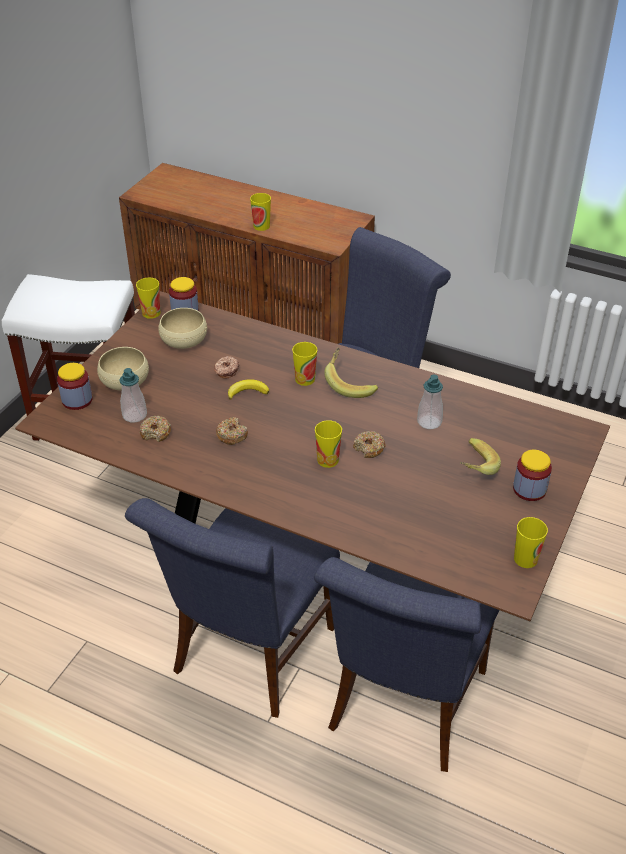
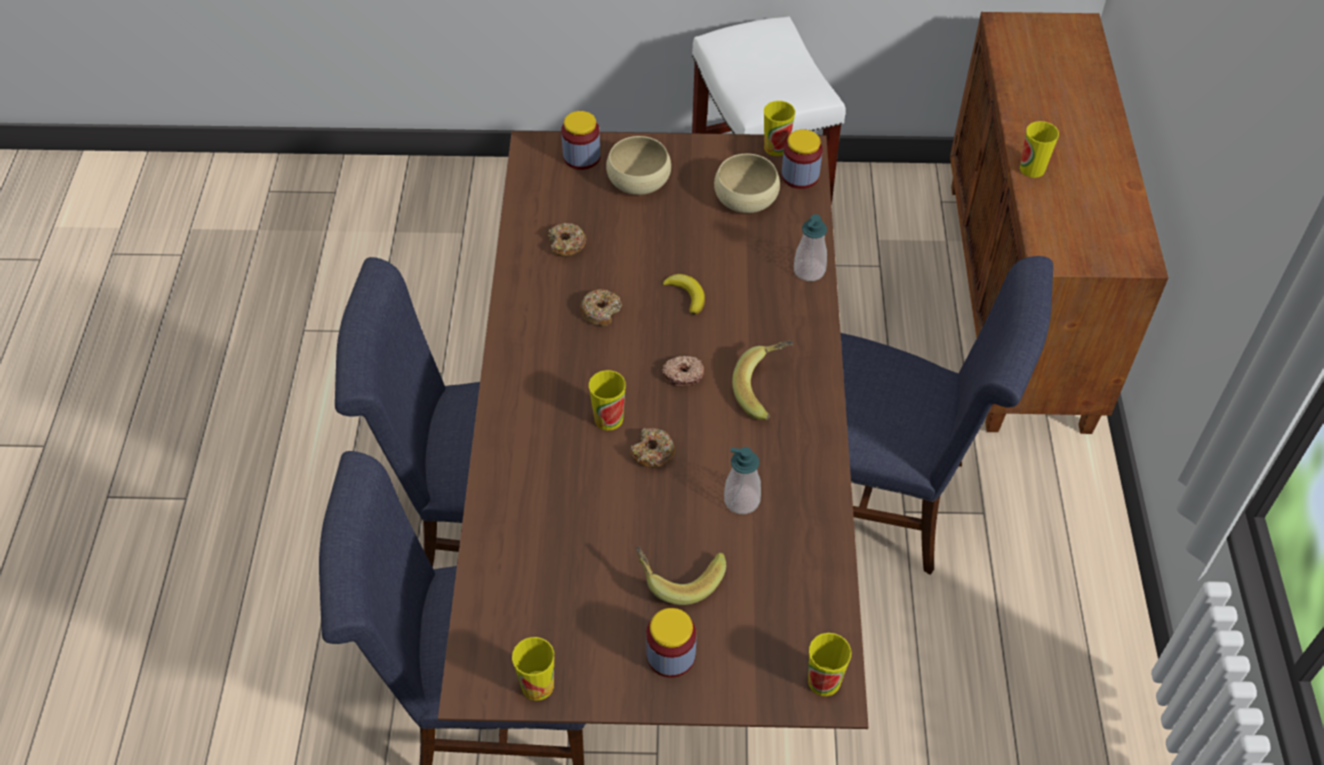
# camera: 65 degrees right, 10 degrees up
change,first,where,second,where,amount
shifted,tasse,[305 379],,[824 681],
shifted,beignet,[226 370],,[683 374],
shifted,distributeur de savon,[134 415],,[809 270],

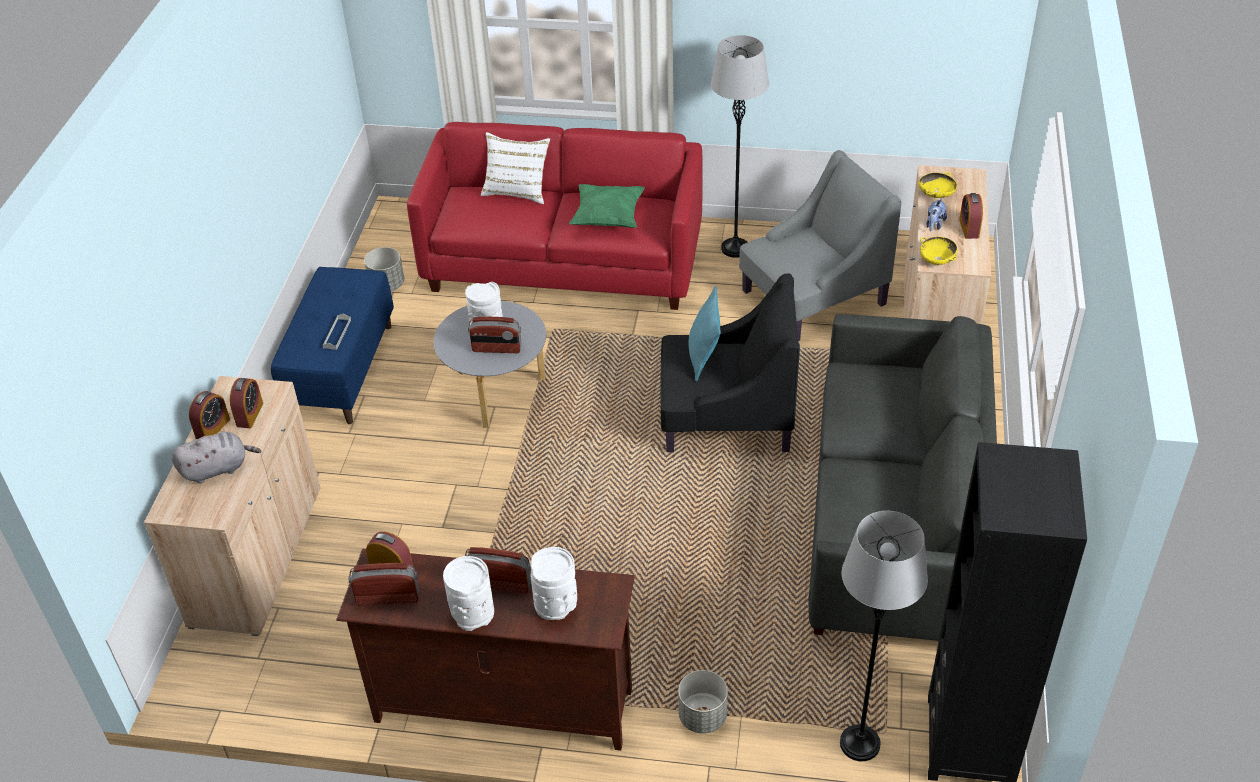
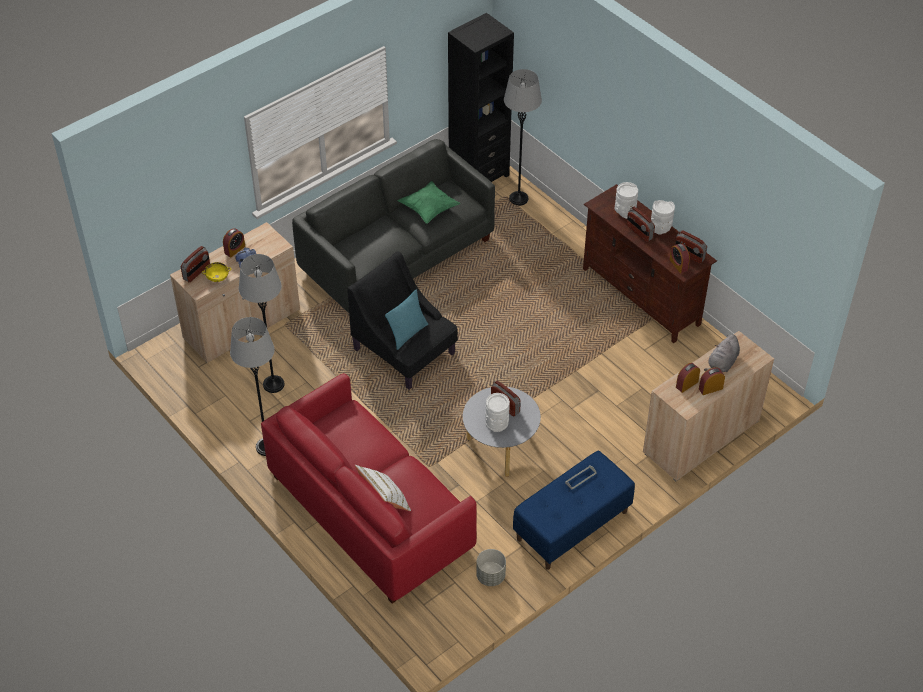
# camera: 140 degrees left, 5 degrees up
change,first,where,second,where,amount
swapped,fauteuil [gris],[812 297],lampadaire [gris],[273 384],
shifted,coussin [vert],[607 218],,[429 209],
gone,bol [jaune],[937 260],,,
rotated,peluche [gris],[218 468],,[722 364],75 degrees counterclockwise
gone,cache-pot [gris],[702 717],,,
new,,,radio,[197 272],

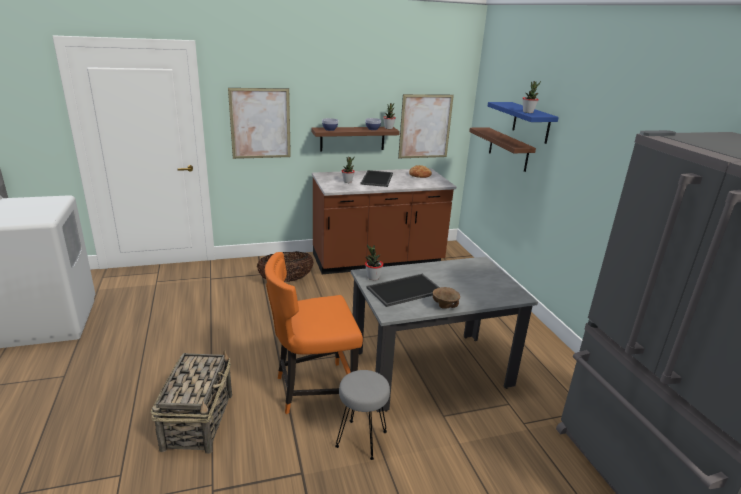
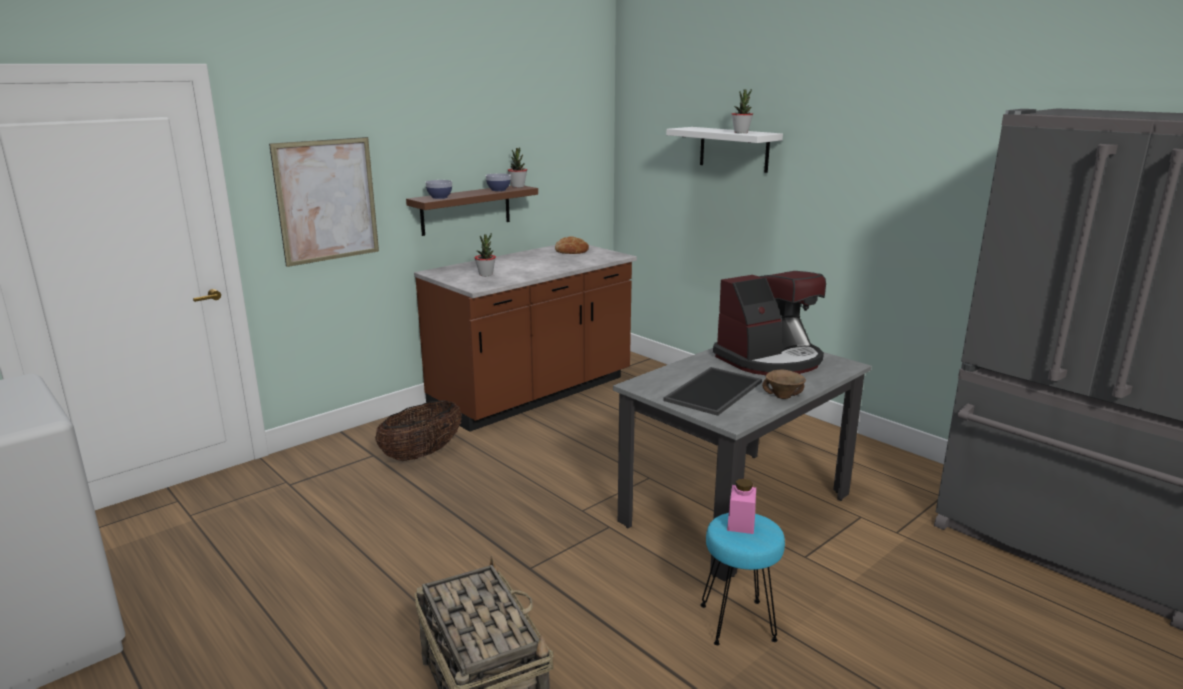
# camera: 25 degrees left, 5 degrees down
change,first,where,second,where,amount
gone,tableau,[425 126],,,
repainted,étagère [bleu],[531 122],étagère [blanc],[734 149],
gone,étagère [marron],[508 149],,,
gone,plateau,[377 179],,,
gone,plante en pot,[373 277],,,
gone,chaise [orange],[312 389],,,
repainted,tabouret [gris],[362 439],tabouret [turquoise],[739 622],
new,,,machine à café,[770 359],
new,,,bocal [rose],[741 523],

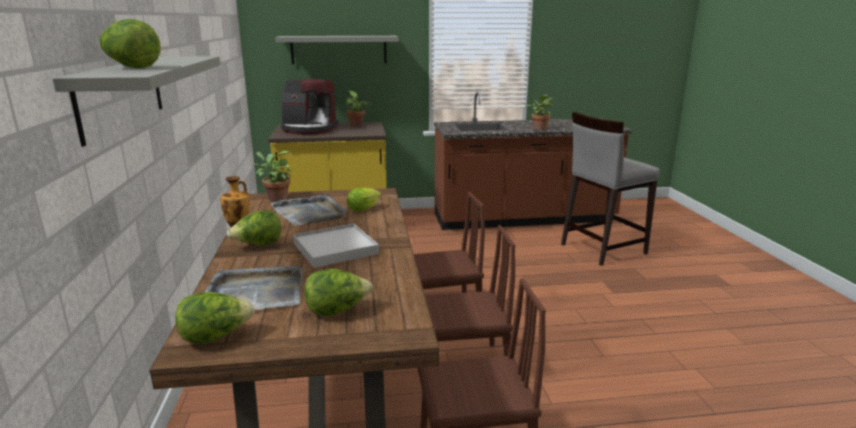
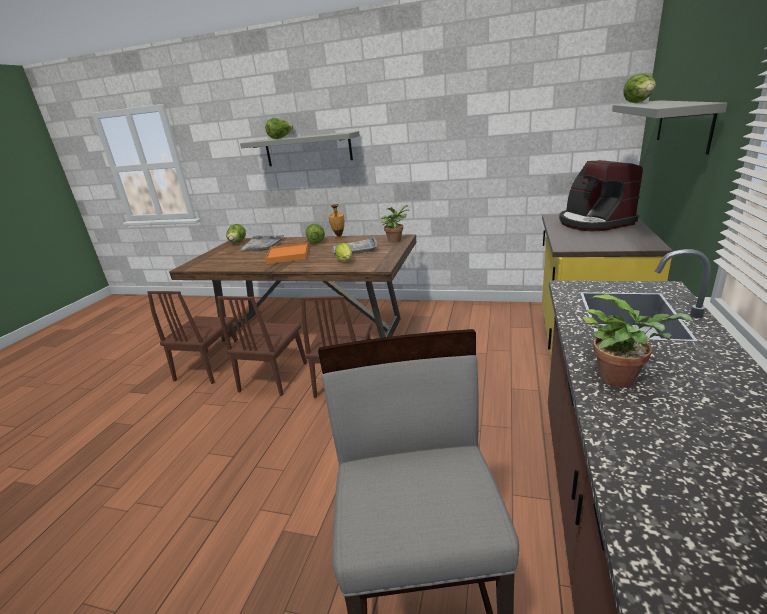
# camera: 115 degrees right, 5 degrees up
change,first,where,second,where,amount
rotated,machine à café,[309 129],,[593 222],45 degrees counterclockwise
gone,plante en pot,[357 125],,,
repainted,plateau [blanc],[335 248],plateau [orange],[288 255],
shifted,laitue,[337 311],,[638 102],

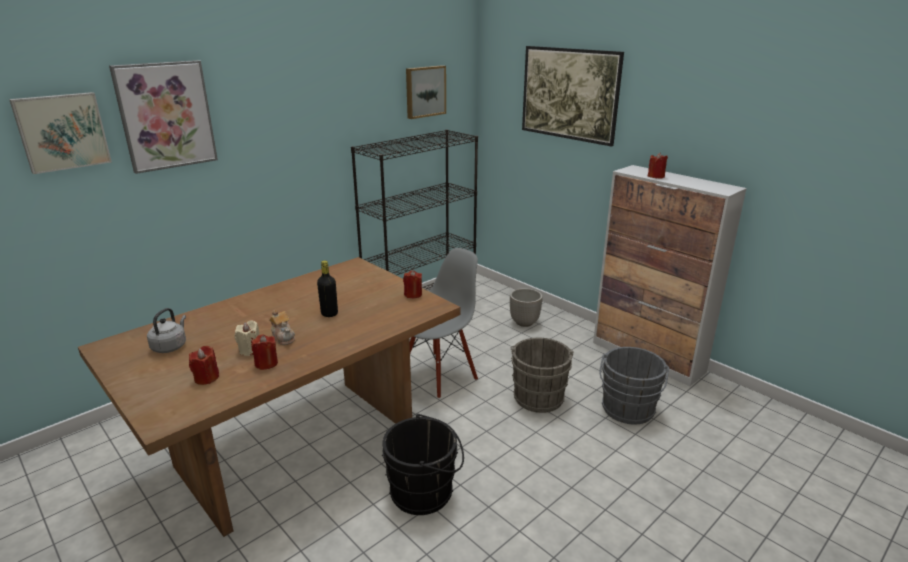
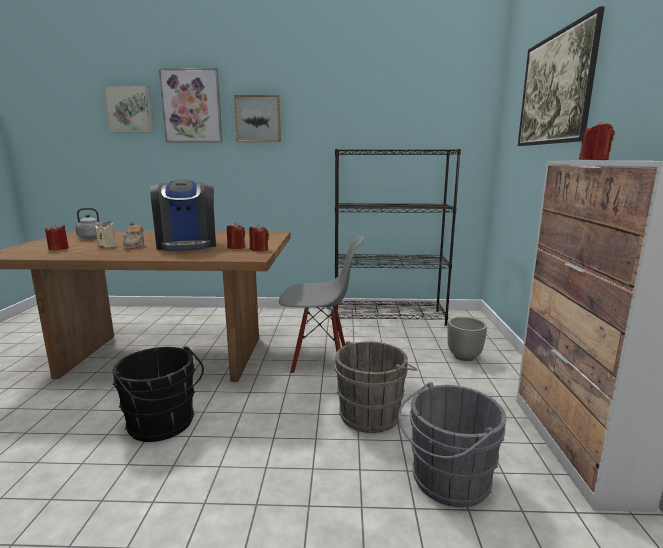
# camera: 45 degrees right, 10 degrees down
change,first,where,second,where,amount
shifted,tableau,[424 91],,[258 119],
swapped,bouteille [noir],[329 314],machine à café,[187 245],
shifted,bougie [rouge],[266 363],,[236 247],

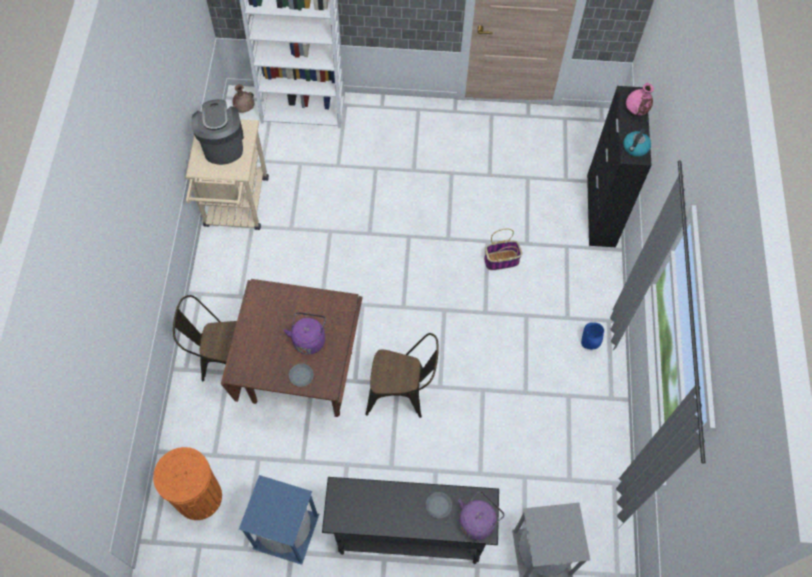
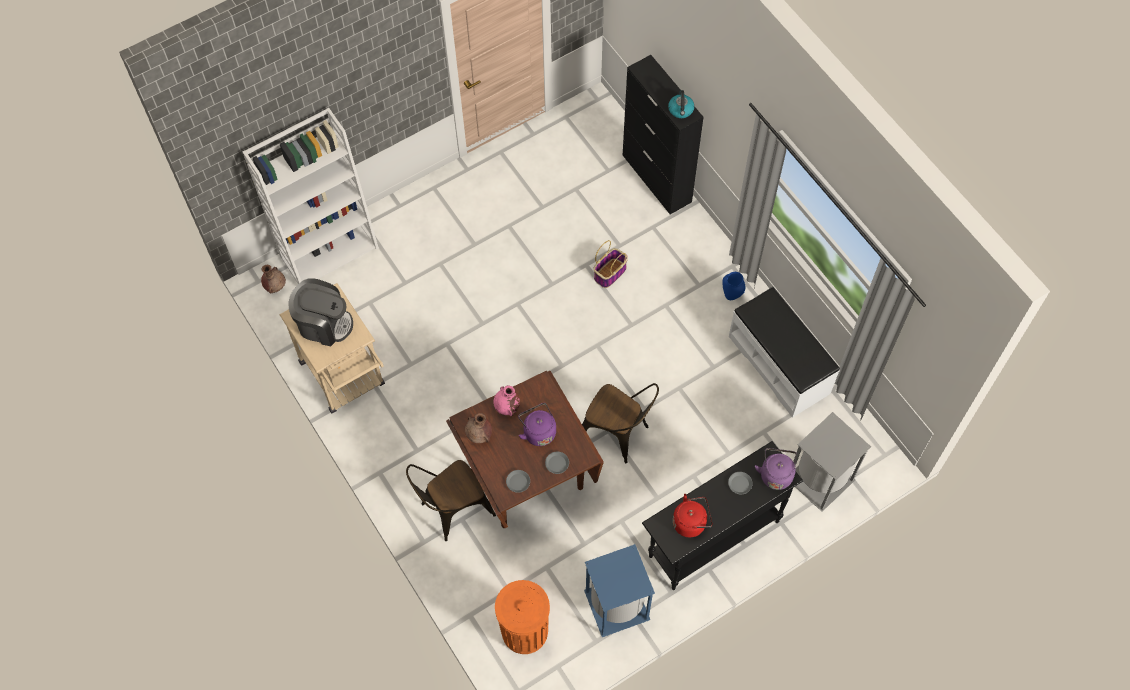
# camera: 35 degrees left, 0 degrees up
change,first,where,second,where,amount
shifted,vase [rose],[636 110],,[507 407],
rotated,machine à café,[222 144],,[324 323],150 degrees clockwise
rotated,chaise [marron],[402 393],,[618 435],60 degrees clockwise
new,,,banc [blanc],[779 364],
new,,,vase [marron],[479 435],
new,,,assiette [gris],[518 482],
new,,,bouilloire [rouge],[691 522],

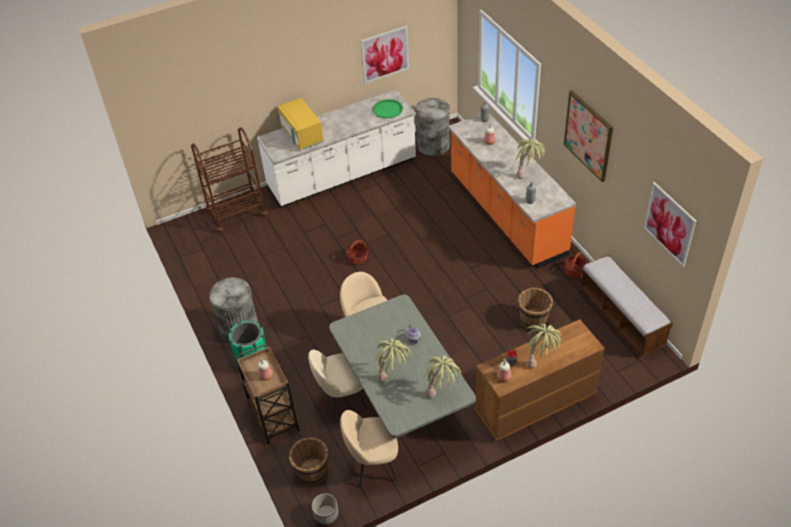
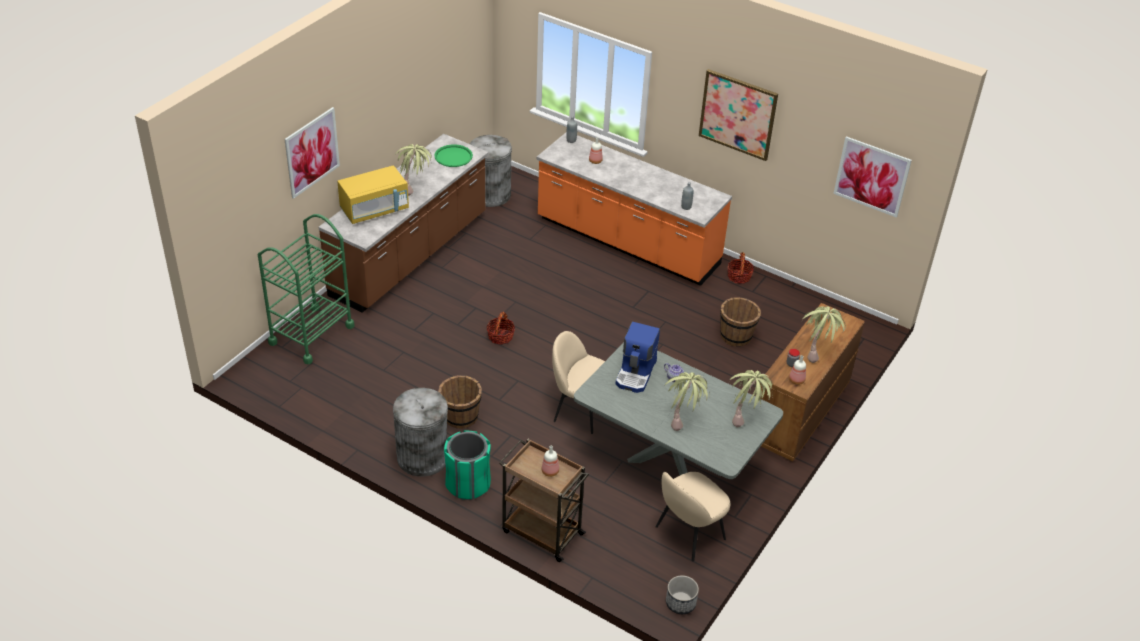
# camera: 35 degrees left, 5 degrees down
change,first,where,second,where,amount
shifted,tableau,[385 54],,[312 152],
repainted,comptoir de cuisine [blanc],[342 176],comptoir de cuisine [marron],[410 256],
rotated,micro-ondes [jaune],[302 135],,[374 210],60 degrees counterclockwise
repainted,chariot [marron],[237 213],chariot [vert],[311 334],
shifted,plante en pot,[528 174],,[415 188],
gone,banc,[621 317],,,
gone,chaise [beige],[341 399],,,
shifted,seau [marron],[312 472],,[460 417],
new,,,machine à café,[636 373],

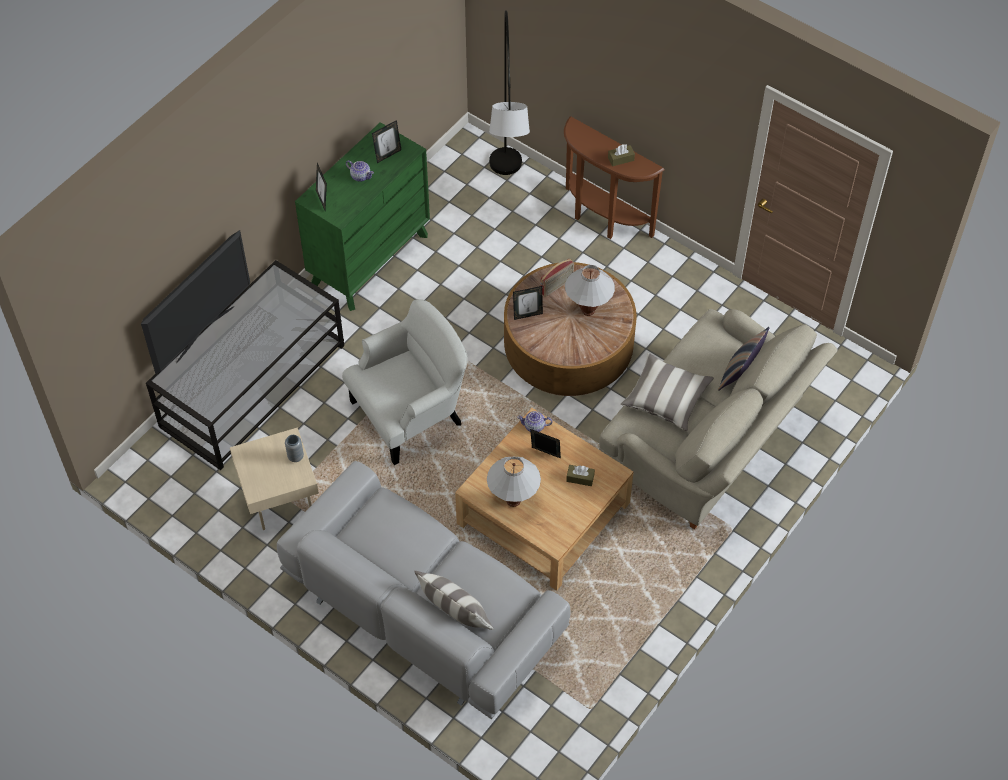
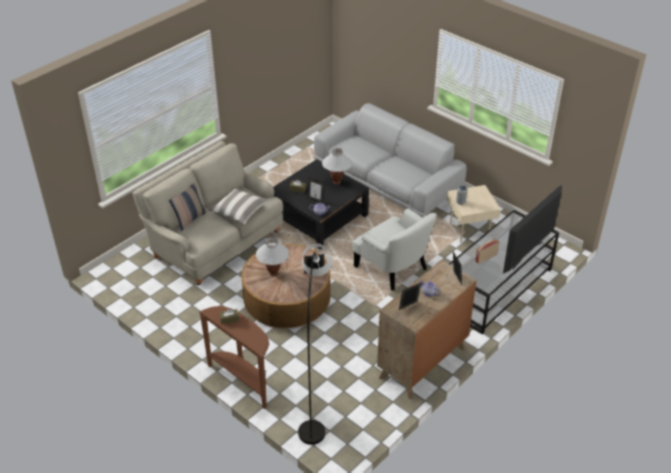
# camera: 175 degrees left, 15 degrees down
change,first,where,second,where,amount
repainted,commode [vert],[369 259],commode [marron],[422 363],
shifted,radio,[557 286],,[486 257],
rotated,fauteuil [blanc],[410 413],,[393 267],105 degrees counterclockwise
repainted,table basse [beige],[543 513],table basse [noir],[318 216],
gone,coussin,[455 617],,,

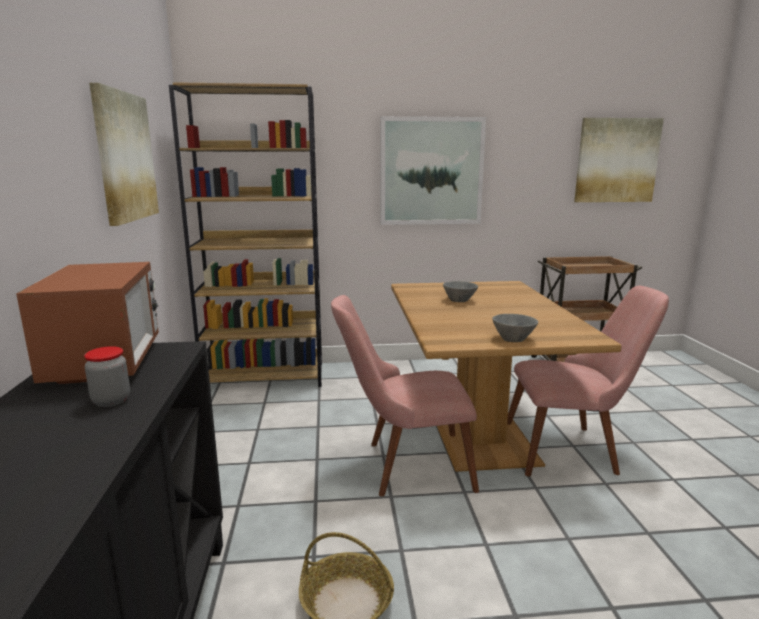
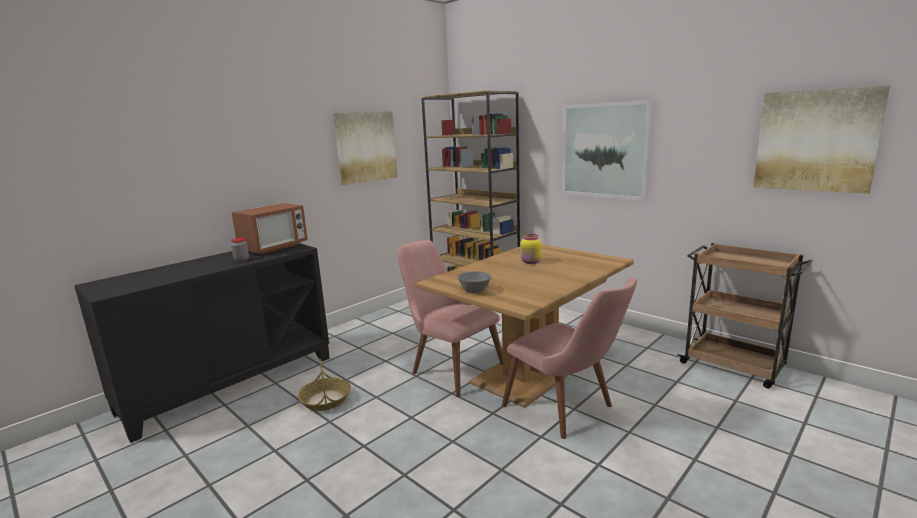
# camera: 50 degrees right, 0 degrees up
change,first,where,second,where,amount
swapped,bol [gris],[460 300],bocal [jaune],[531 262],

